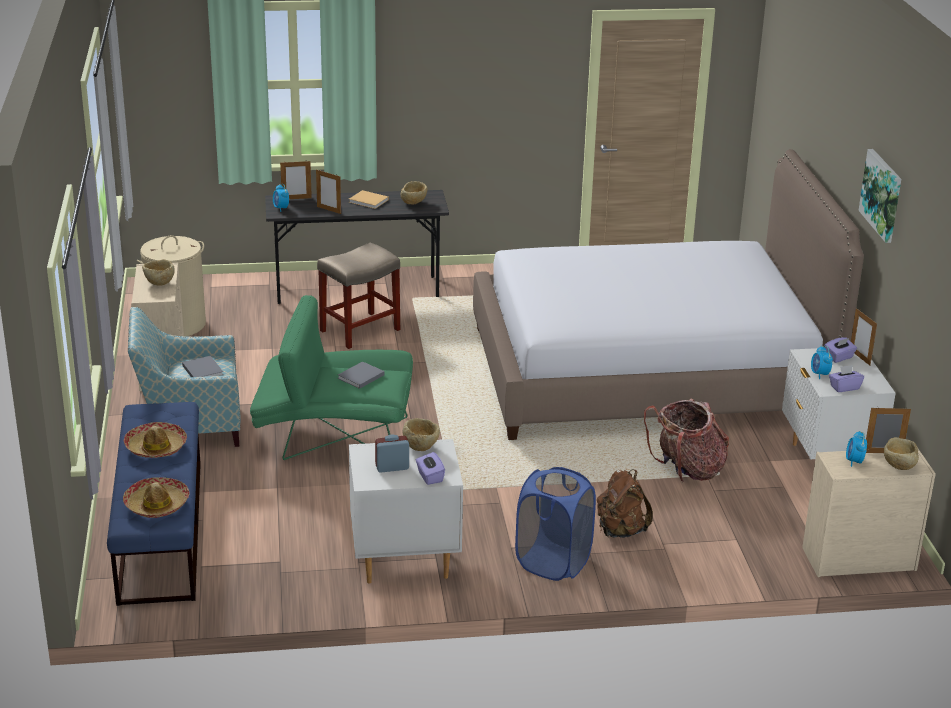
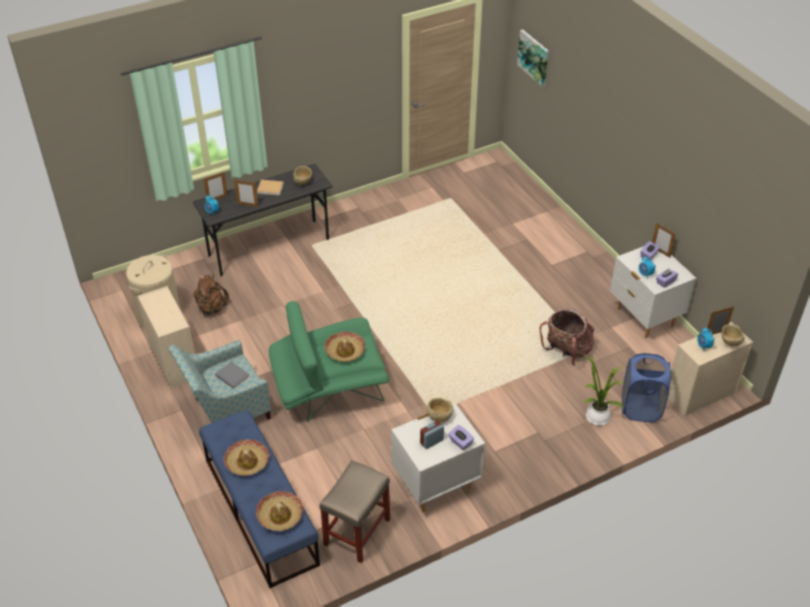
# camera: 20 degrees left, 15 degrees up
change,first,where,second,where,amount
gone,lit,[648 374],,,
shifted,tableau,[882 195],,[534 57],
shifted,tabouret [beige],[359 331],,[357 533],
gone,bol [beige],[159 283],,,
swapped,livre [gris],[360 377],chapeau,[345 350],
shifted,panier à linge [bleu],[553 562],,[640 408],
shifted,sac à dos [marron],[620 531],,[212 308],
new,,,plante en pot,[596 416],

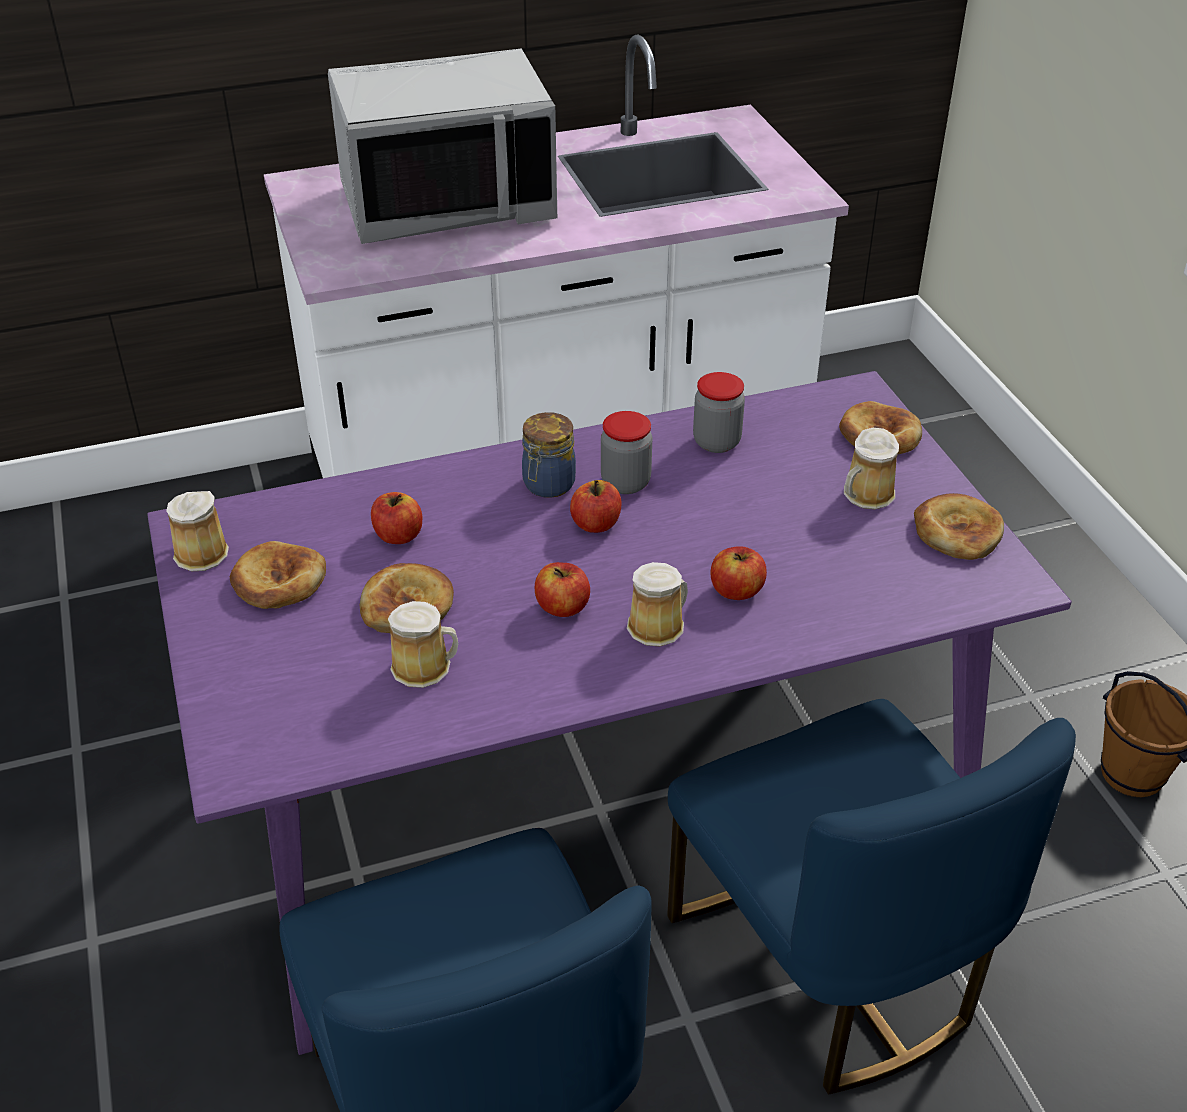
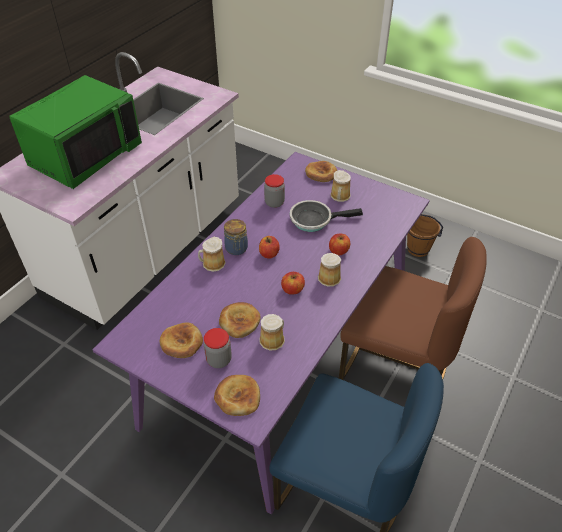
# camera: 40 degrees left, 5 degrees up
change,first,where,second,where,amount
repainted,micro-ondes [gris],[447 202],micro-ondes [vert],[85 155],
shifted,bocal,[625 482],,[219 360],
shifted,mug,[198 553],,[212 264],
gone,pomme,[398 535],,,
shifted,pain,[957 531],,[238 397],
repainted,chaise [bleu],[830 963],chaise [marron],[396 361],
new,,,poêle,[314 220],

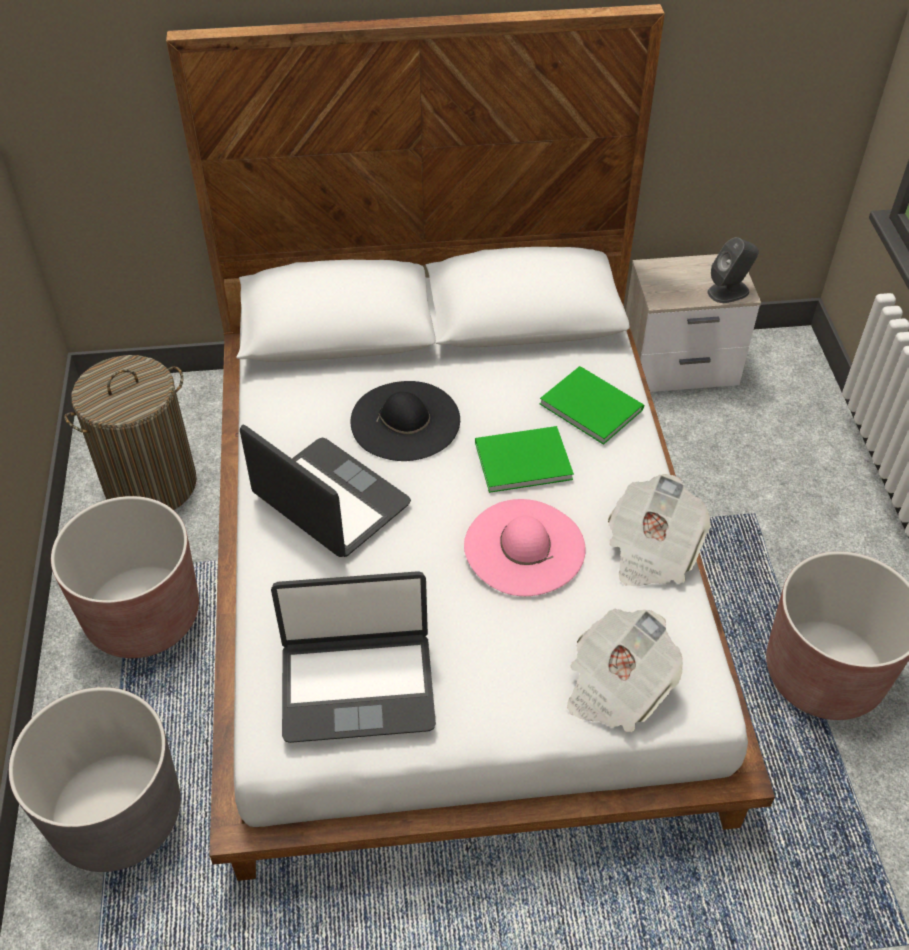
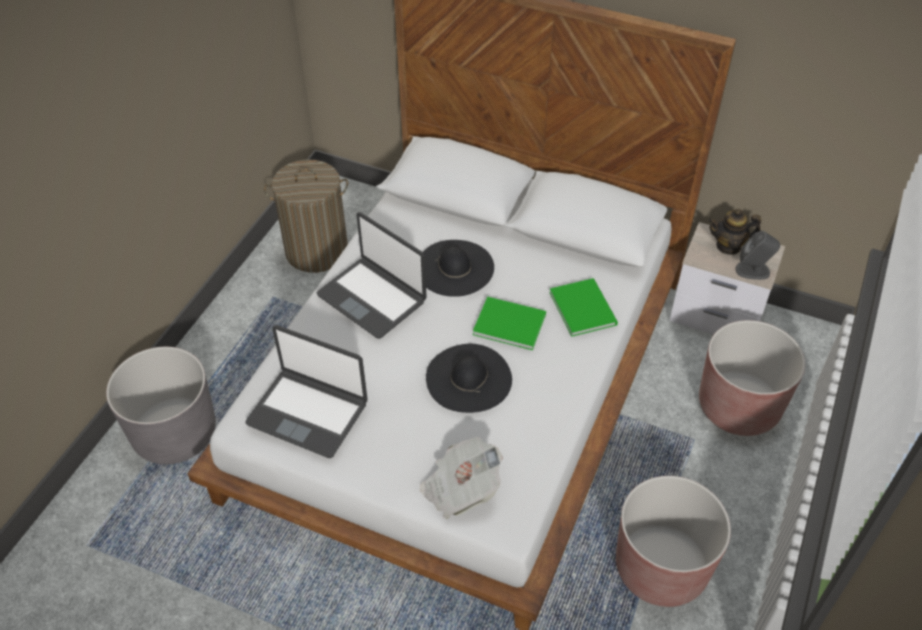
# camera: 30 degrees right, 0 degrees up
change,first,where,second,where,amount
rotated,ordinateur portable,[330 500],,[372 298],150 degrees clockwise
gone,journal,[651 550],,,
shifted,cache-pot [marron],[143 616],,[738 406],
repainted,chapeau [rose],[524 547],chapeau [noir],[468 378],
new,,,théière,[728 246],

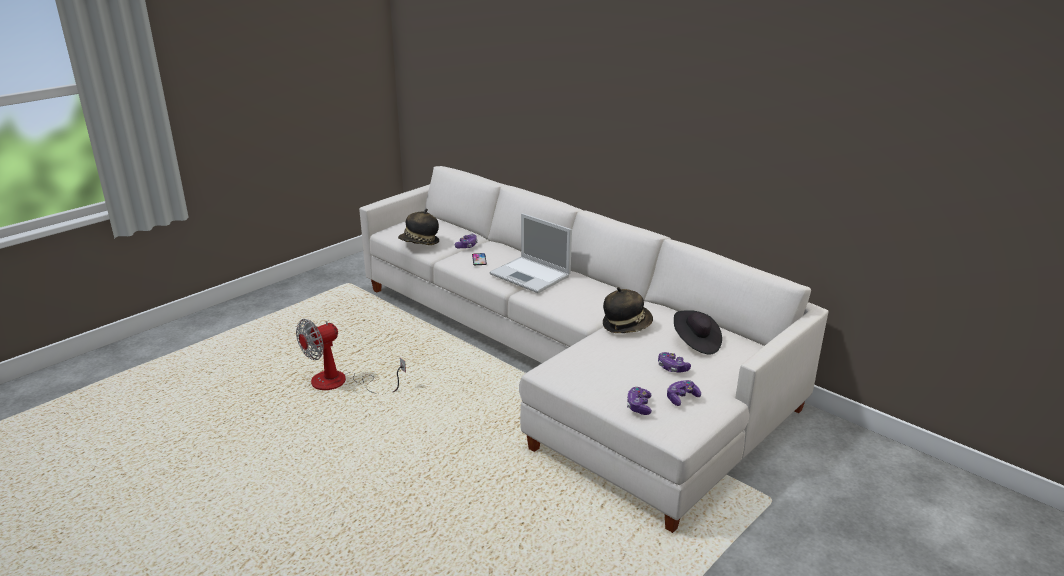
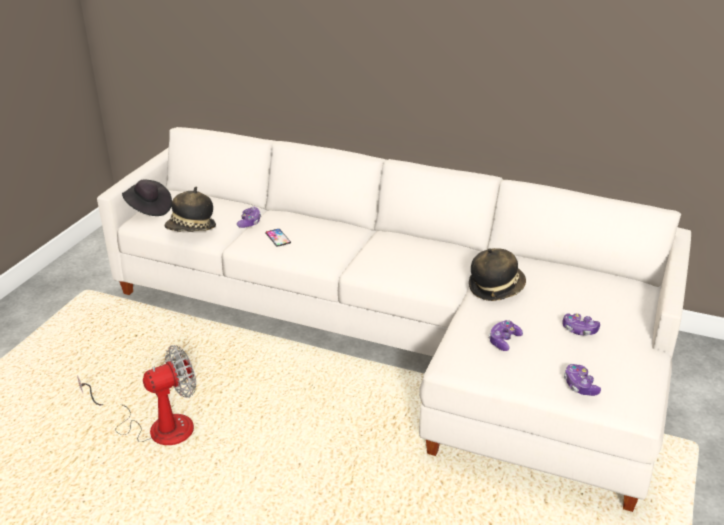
# camera: 20 degrees left, 5 degrees up
change,first,where,second,where,amount
gone,ordinateur portable,[531 275],,,
shifted,chapeau [noir],[695 343],,[148 208],
rotated,ventilateur,[341 383],,[157 427],150 degrees counterclockwise
shifted,manette,[681 398],,[503 341],

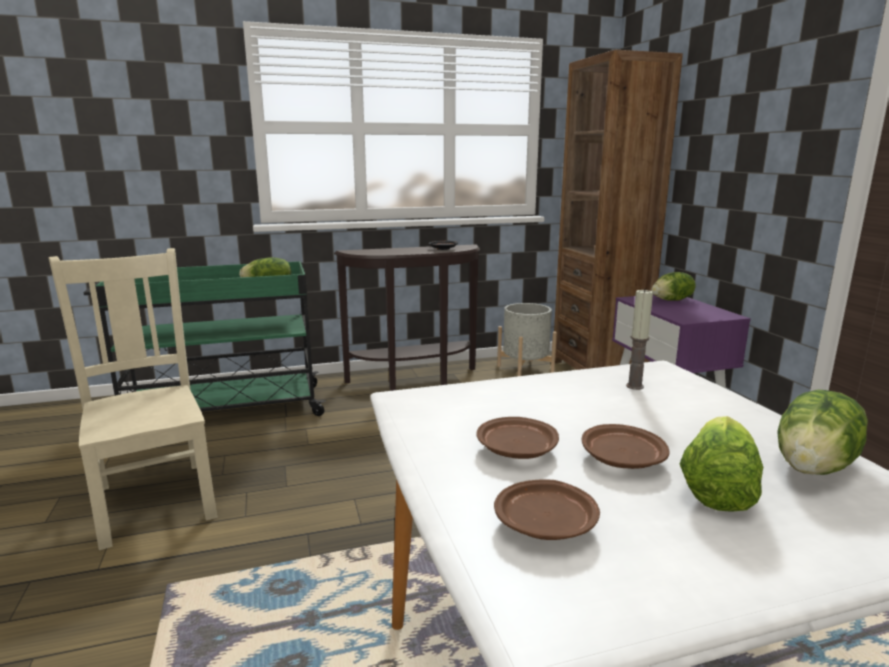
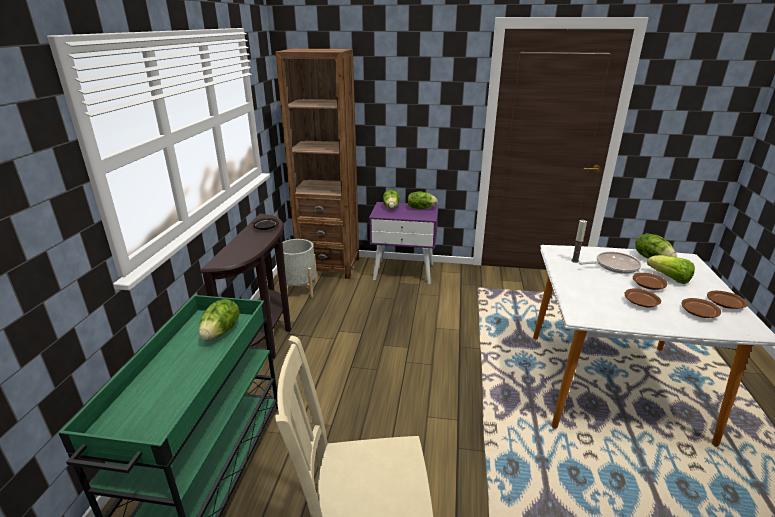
# camera: 65 degrees left, 10 degrees up
change,first,where,second,where,amount
new,,,laitue,[420 208],
new,,,poêle,[614 266],
new,,,assiette [marron],[725 305],

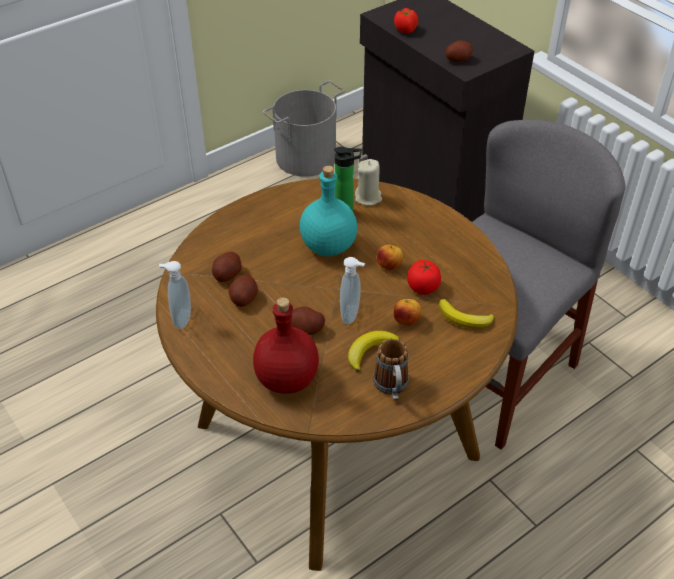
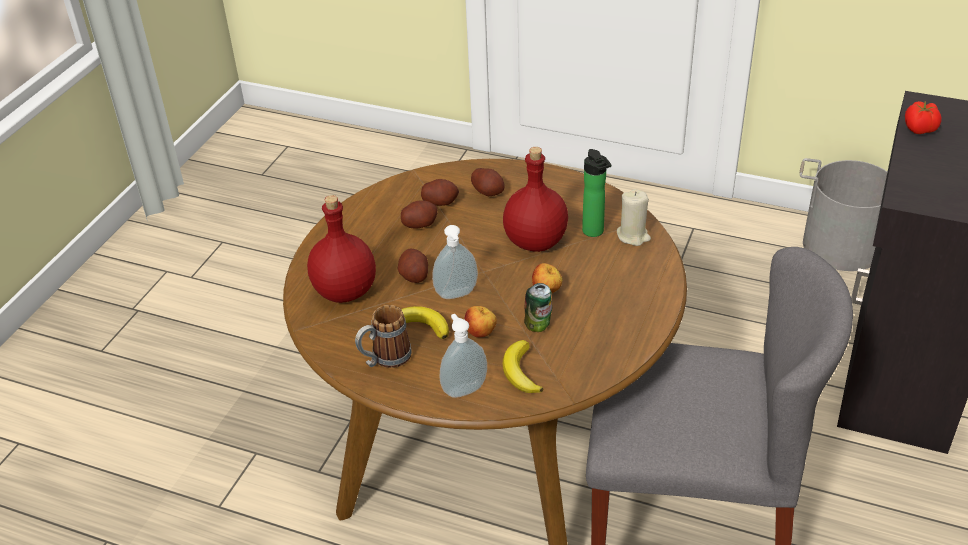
# camera: 60 degrees right, 5 degrees down
change,first,where,second,where,amount
shifted,pomme de terre,[458 59],,[488 191],
repainted,bouteille [turquoise],[329 246],bouteille [rouge],[536 242],
swapped,tomate,[423 287],boîte métallique,[538 325],
shifted,distributeur de savon,[180 319],,[463 388],

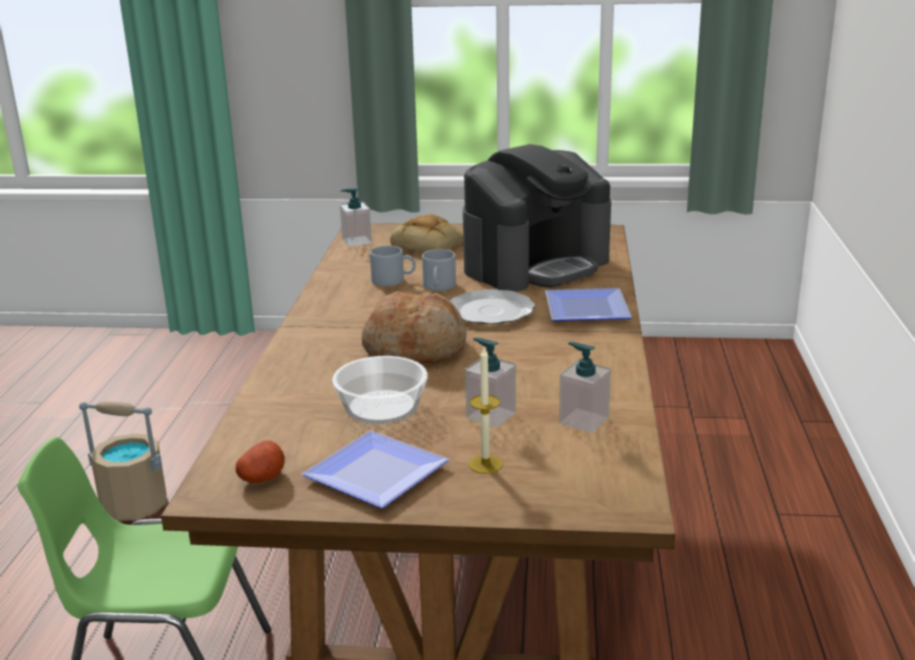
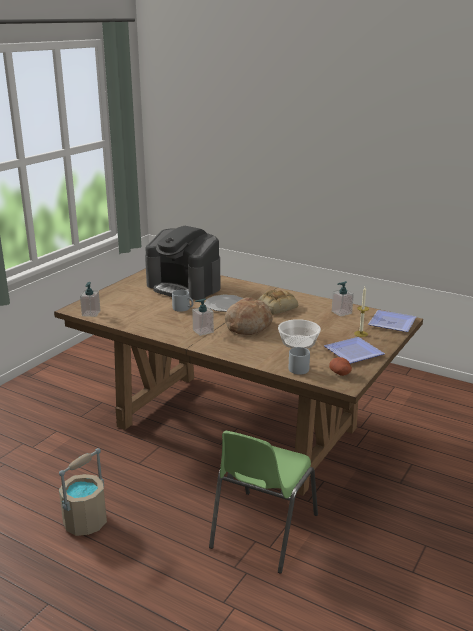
# camera: 65 degrees left, 0 degrees up
change,first,where,second,where,amount
rotated,machine à café,[536 265],,[184 286],135 degrees clockwise
shifted,pain,[429 244],,[277 306],
shifted,mug [gris],[393 280],,[299 367],
shifted,assiette,[589 308],,[391 322],
shifted,distributeur de savon,[490 415],,[203 331],

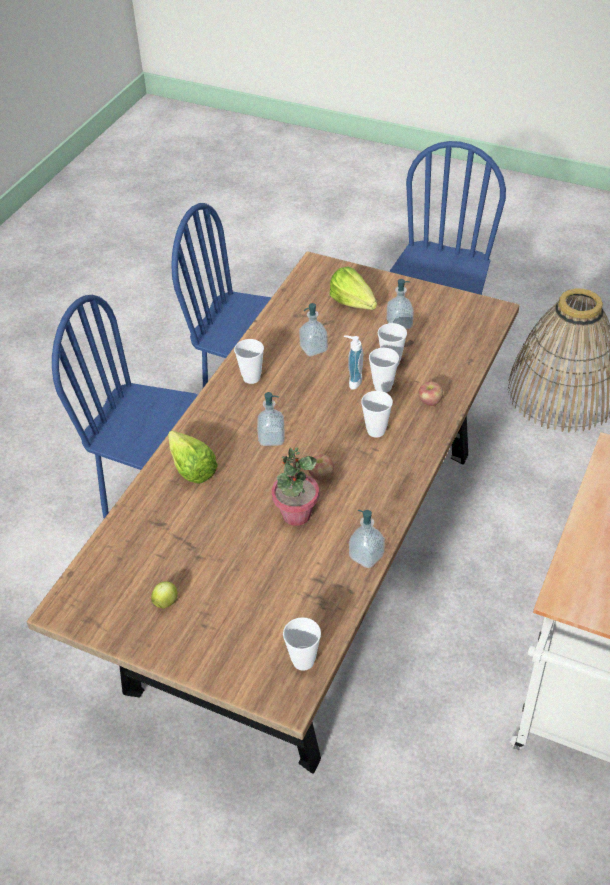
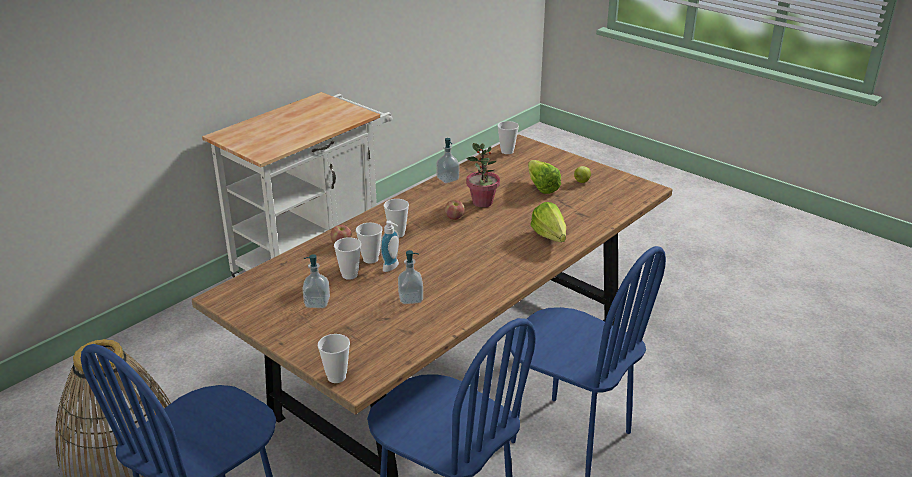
# camera: 165 degrees left, 15 degrees down
change,first,where,second,where,amount
shifted,laitue,[355 306],,[540 186],
shifted,tasse,[251 378],,[336 377],
gone,distributeur de savon,[271 438],,,

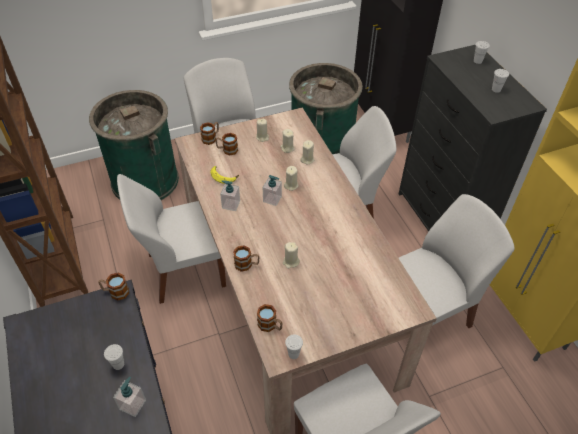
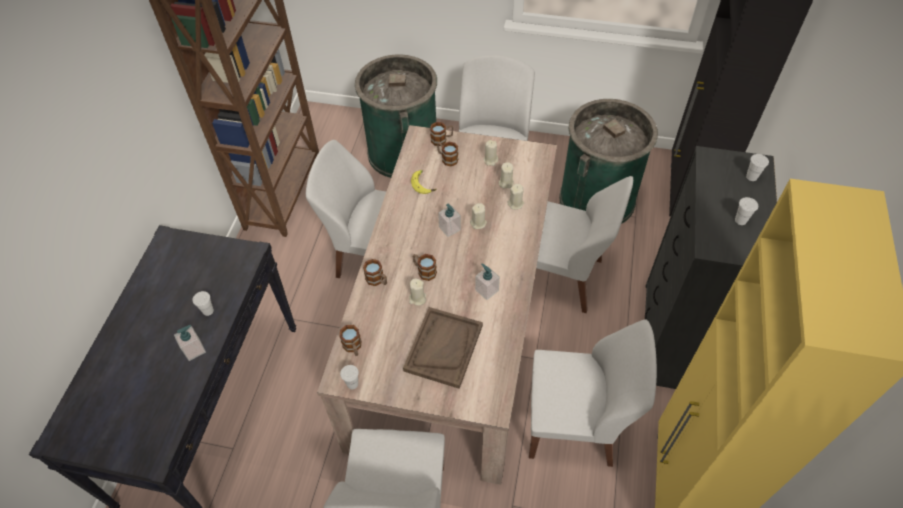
# camera: 35 degrees right, 5 degrees up
change,first,where,second,where,amount
shifted,distributeur de savon,[231 204],,[486 290],
shifted,mug,[115 292],,[424 271],
new,,,plateau [marron],[443 348],

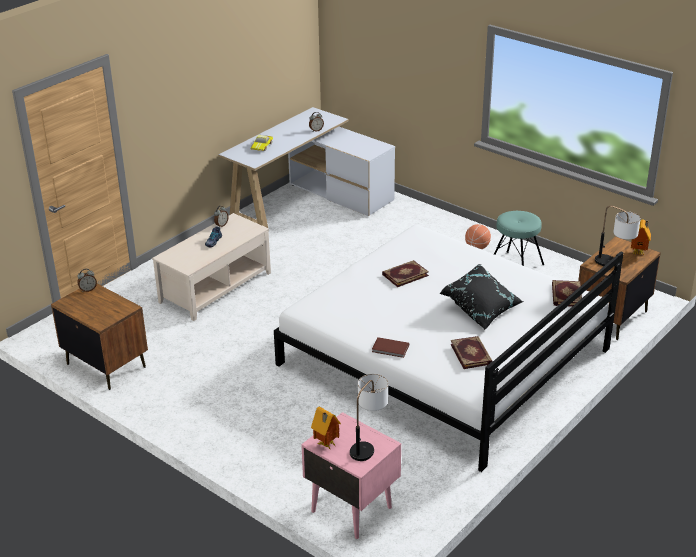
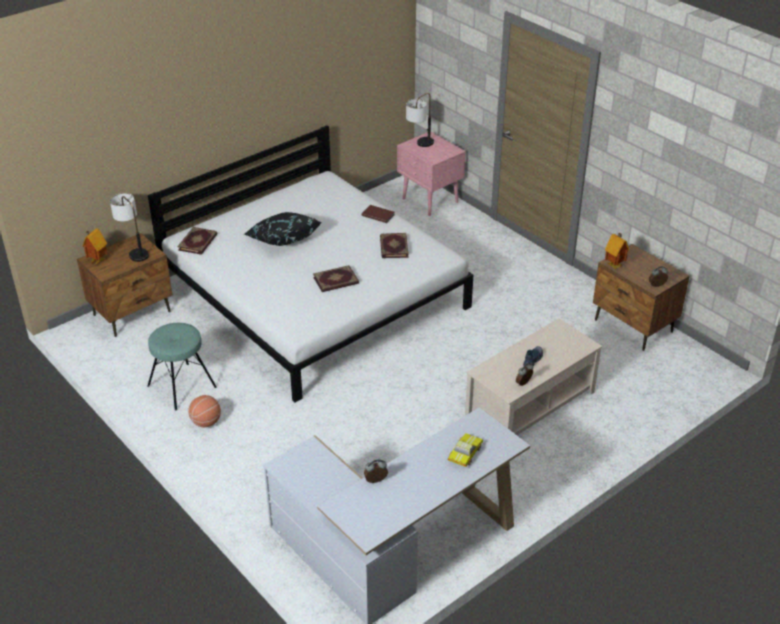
# camera: 170 degrees left, 5 degrees up
change,first,where,second,where,amount
shifted,livre,[472 354],,[393 247],
shifted,maison miniature,[326 445],,[615 265],

